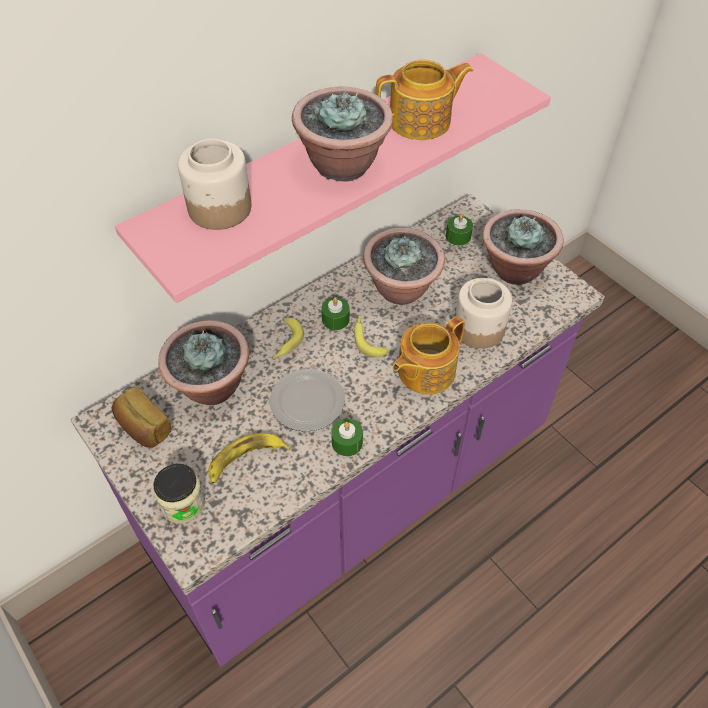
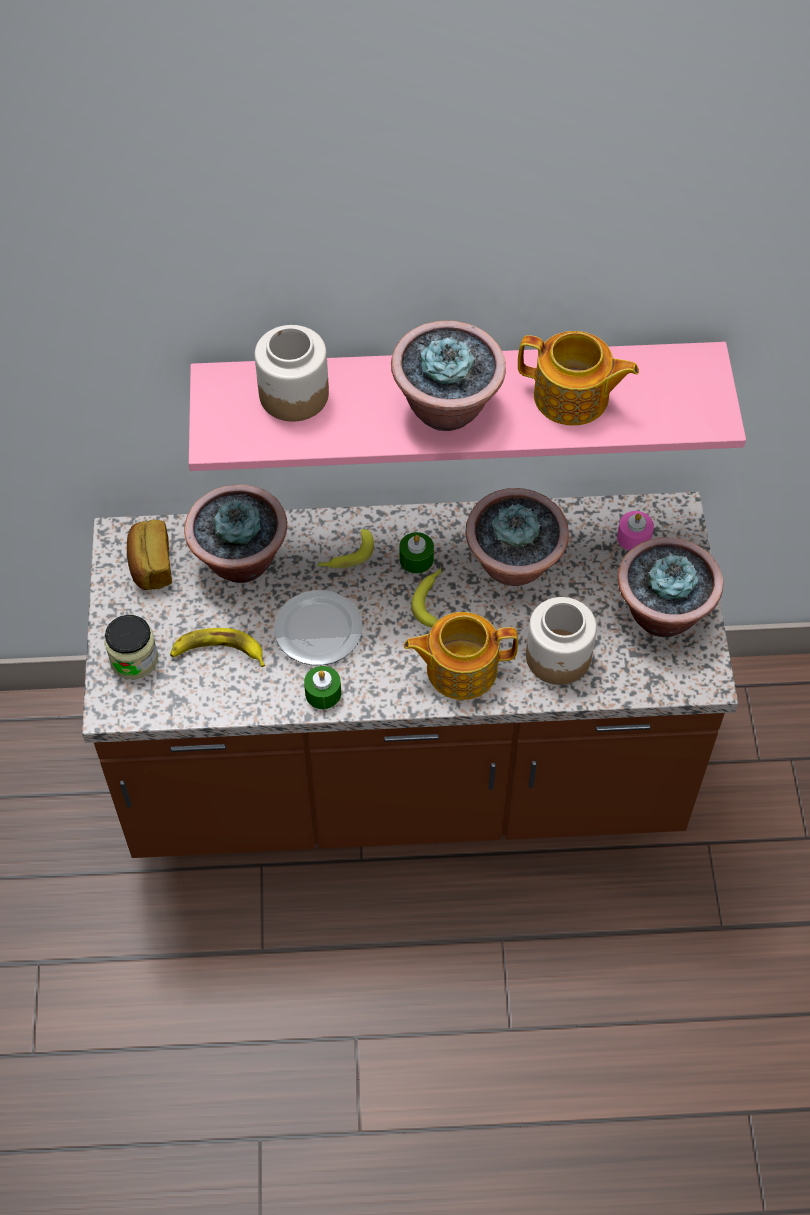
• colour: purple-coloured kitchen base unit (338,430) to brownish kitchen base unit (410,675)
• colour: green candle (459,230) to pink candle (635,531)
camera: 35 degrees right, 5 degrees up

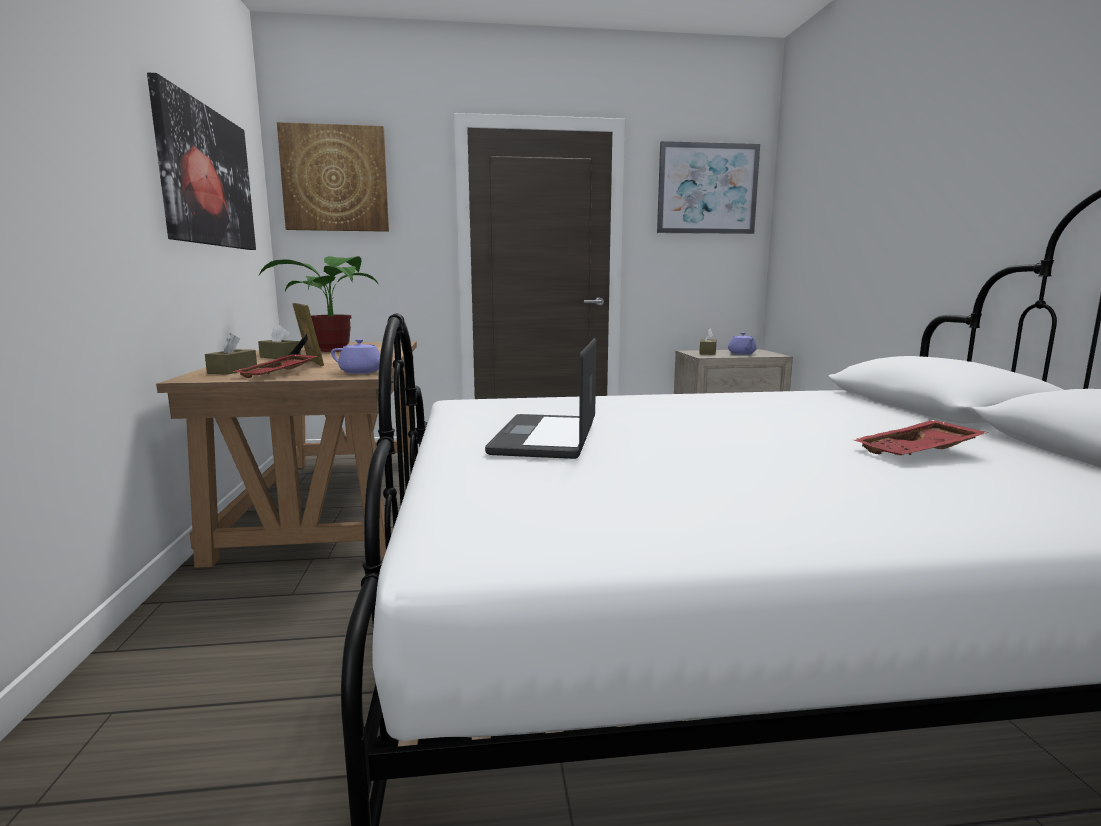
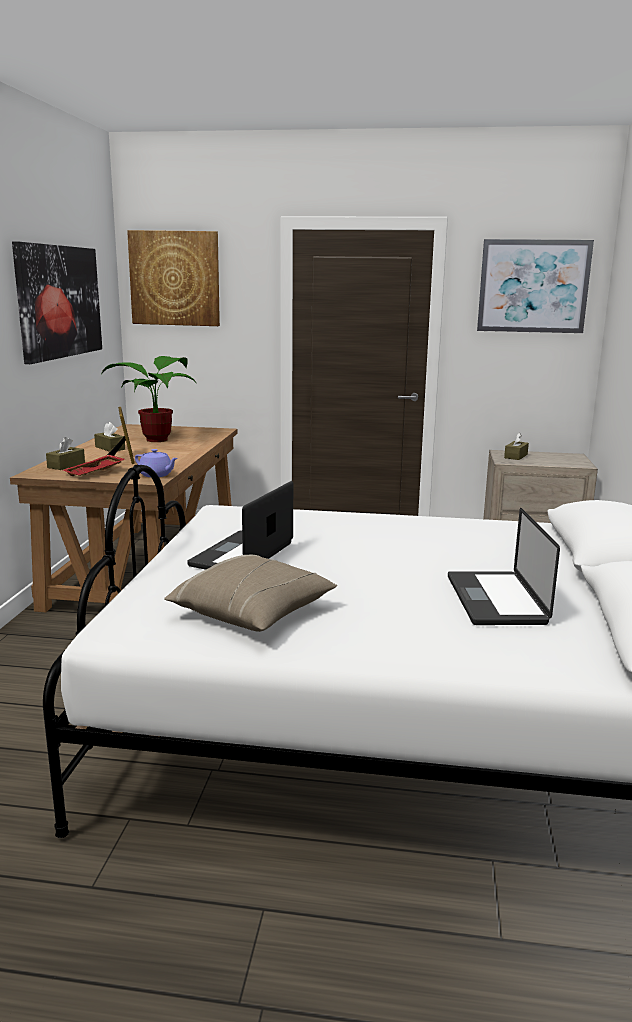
• missing: purple-coloured teapot (742,343)
• exchanged: reddish carrying tray (921,438) to laptop (504,566)
• appeared: sand-coloured pillow (250,593)
camera: 15 degrees right, 5 degrees up

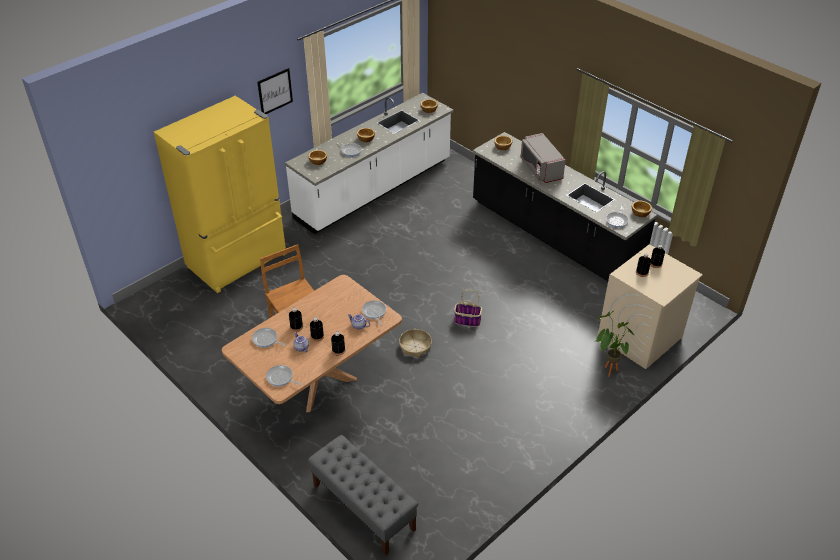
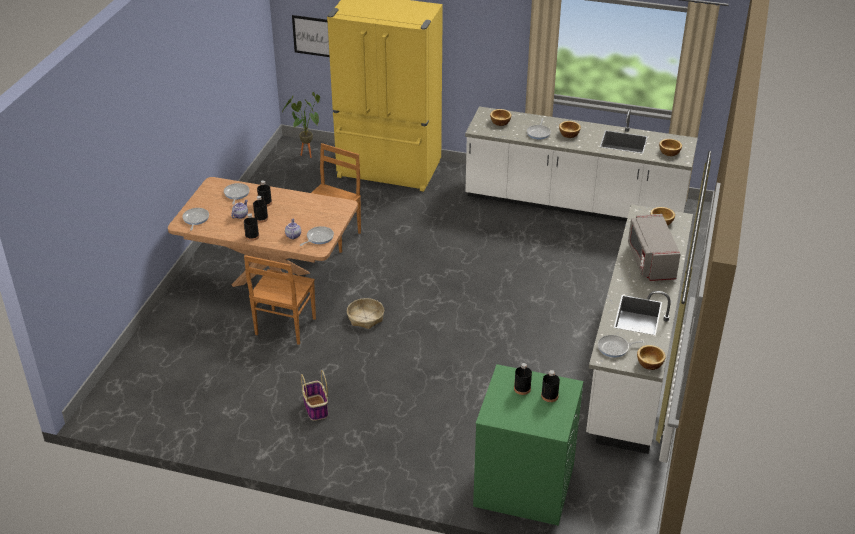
• relocated: picture (275,91) to (311,36)
• colour: blackish kitchen base unit (565,206) to white kitchen base unit (639,329)
• spun: greyish kitchen microwave (543,158) = (654,247) 45 degrees counterclockwise
• colour: sand-coloured laundry appliance (650,306) to green laundry appliance (528,445)
• relocated: storage basket (468,308) to (314,395)
• relocated: plant in a pot (616,344) to (301,125)
• missing: greyish long seat (363,495)
• appeared: brownish chair (280,300)
camera: 60 degrees right, 5 degrees down

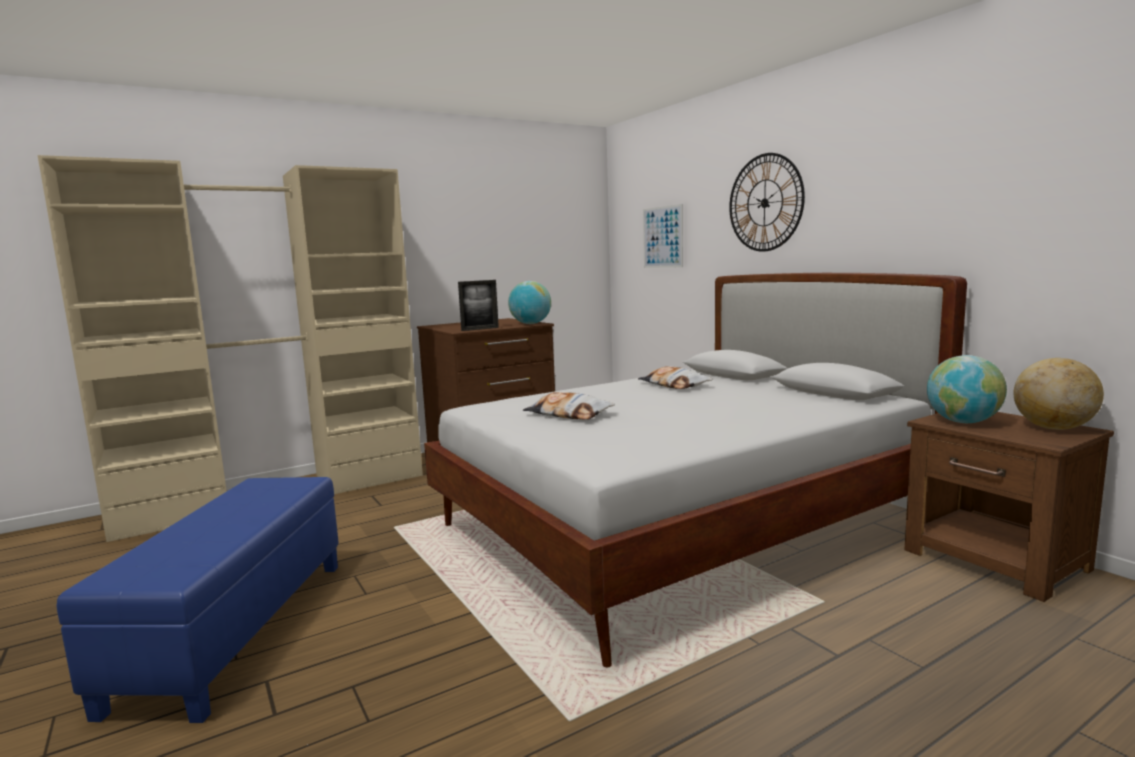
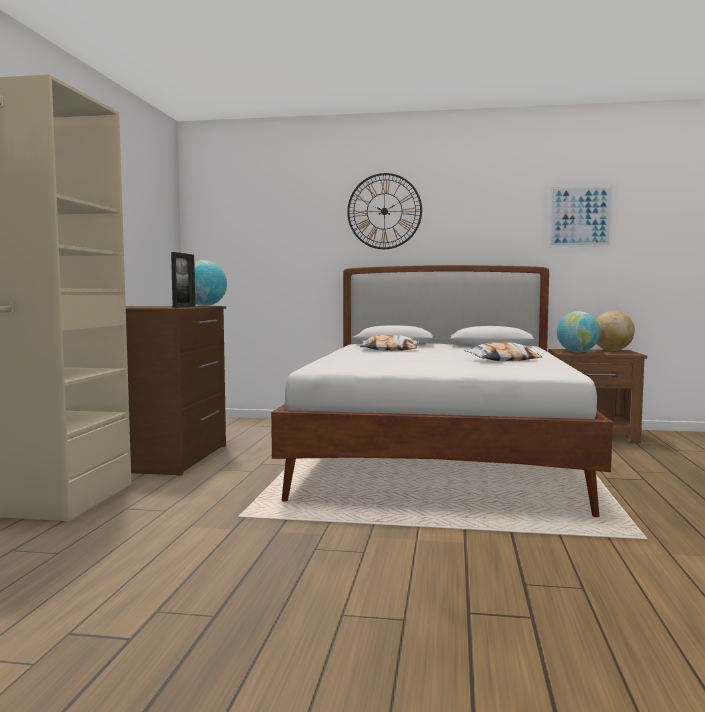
• relocated: picture (663,236) to (581,216)
• relocated: pillow (569,405) to (503,351)
• missing: blue ottoman (197,600)
camera: 50 degrees left, 5 degrees down

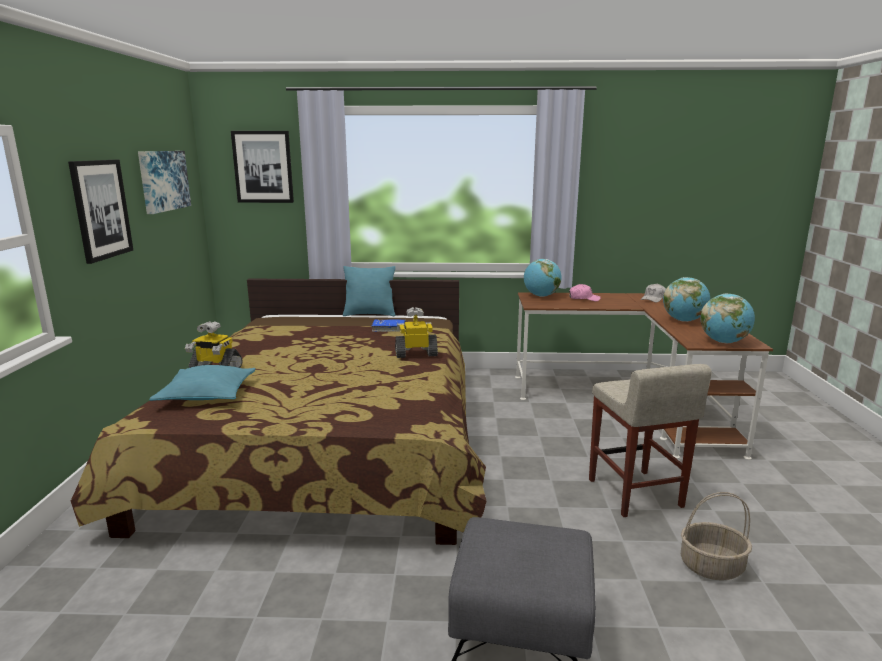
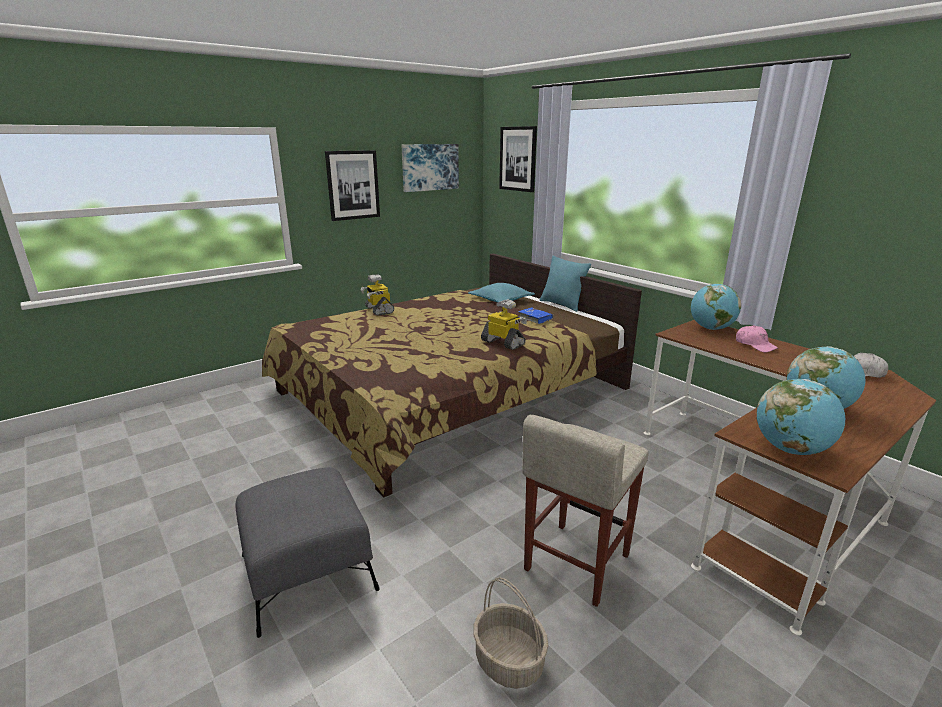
• relocated: turquoise pillow (202,383) to (501,292)
camera: 50 degrees right, 5 degrees up

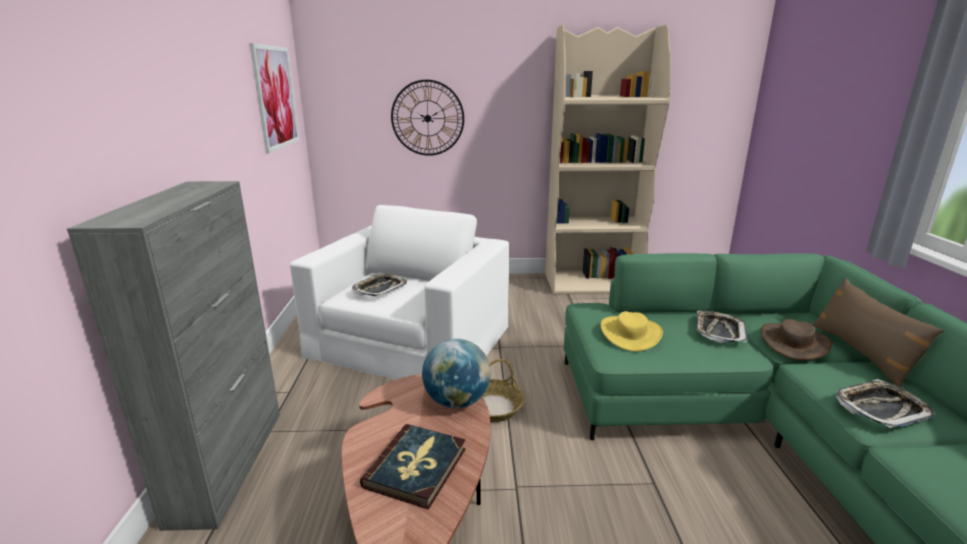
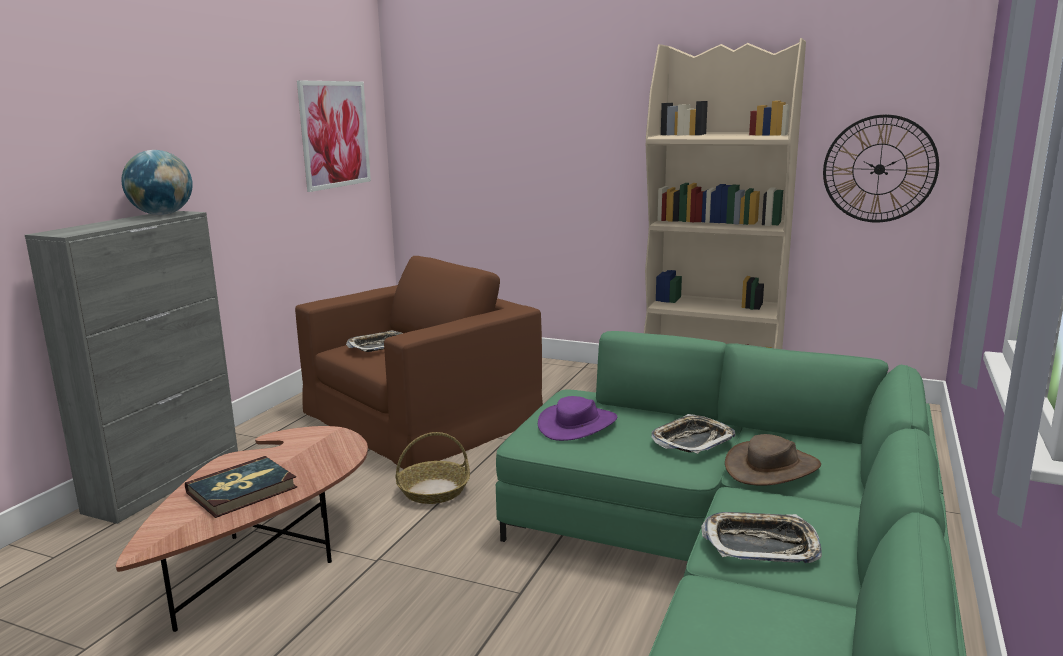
• relocated: wall clock (427,118) to (881,168)
• colour: white lounge chair (399,292) to brownish lounge chair (419,362)
• missing: brownish pillow (878,333)
• colour: yellow clothing hat (631,331) to purple-coloured clothing hat (578,418)
• relocated: world globe (456,373) to (157,182)
camera: 25 degrees right, 5 degrees down

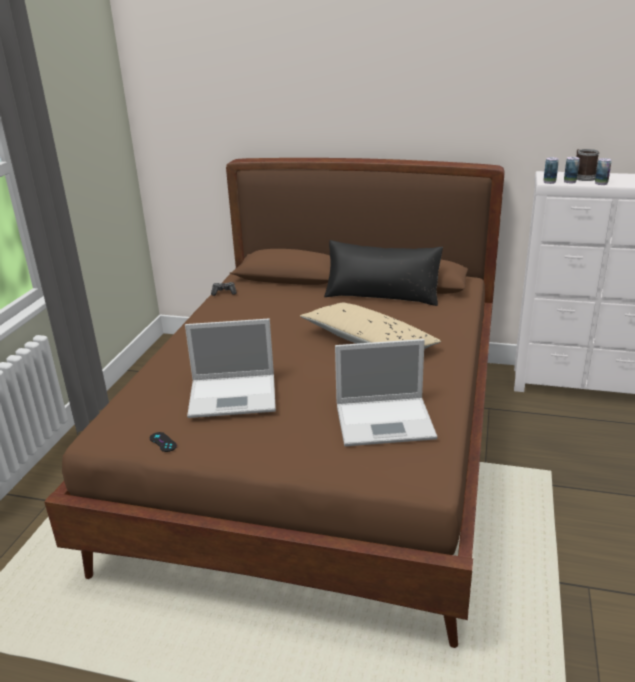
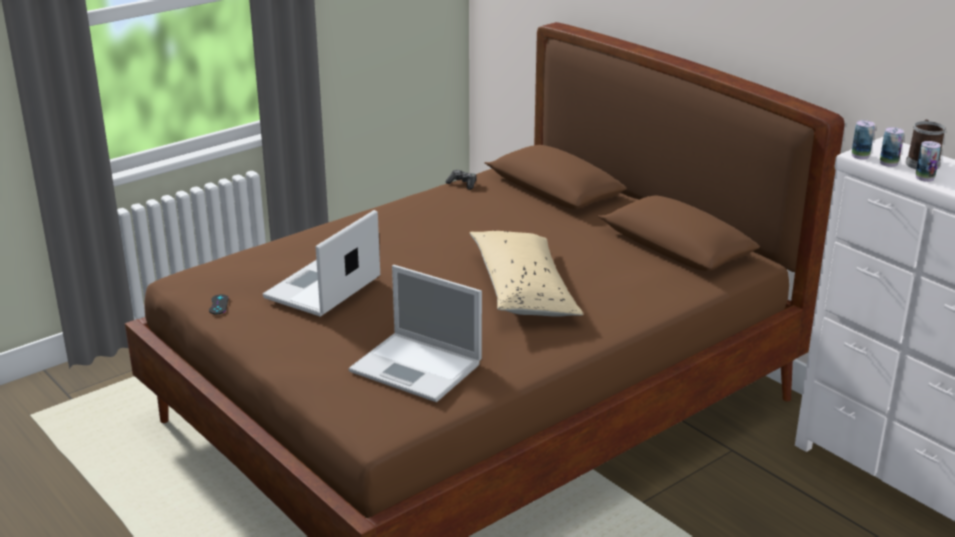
• missing: blackish pillow (383,273)
• spun: laptop (230,368) = (321,263) 90 degrees clockwise
camera: 35 degrees right, 0 degrees up

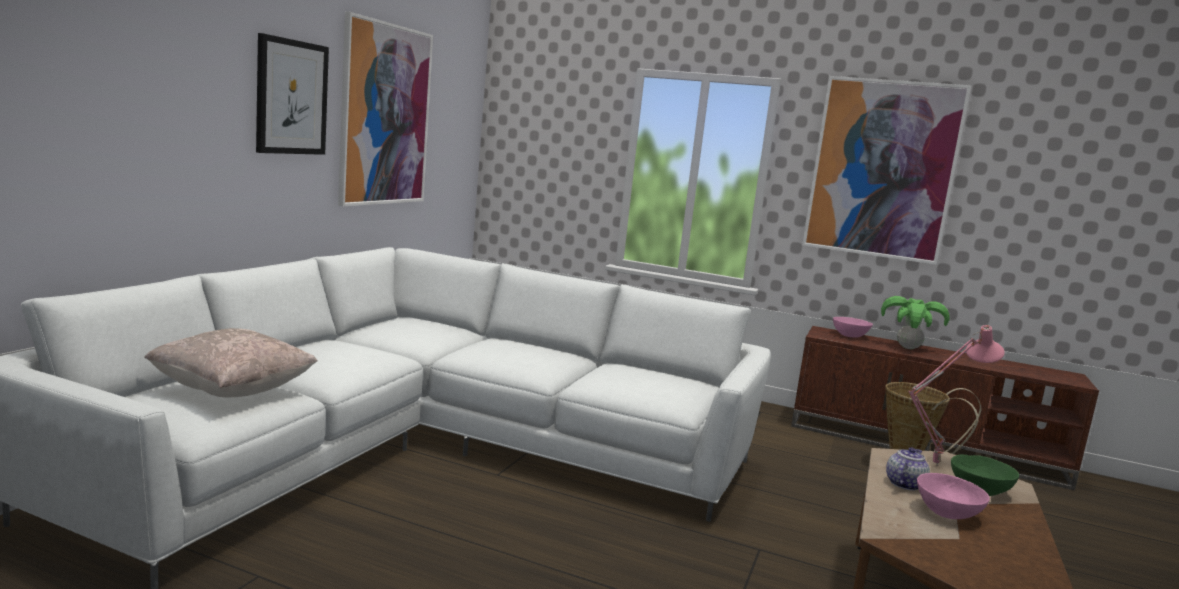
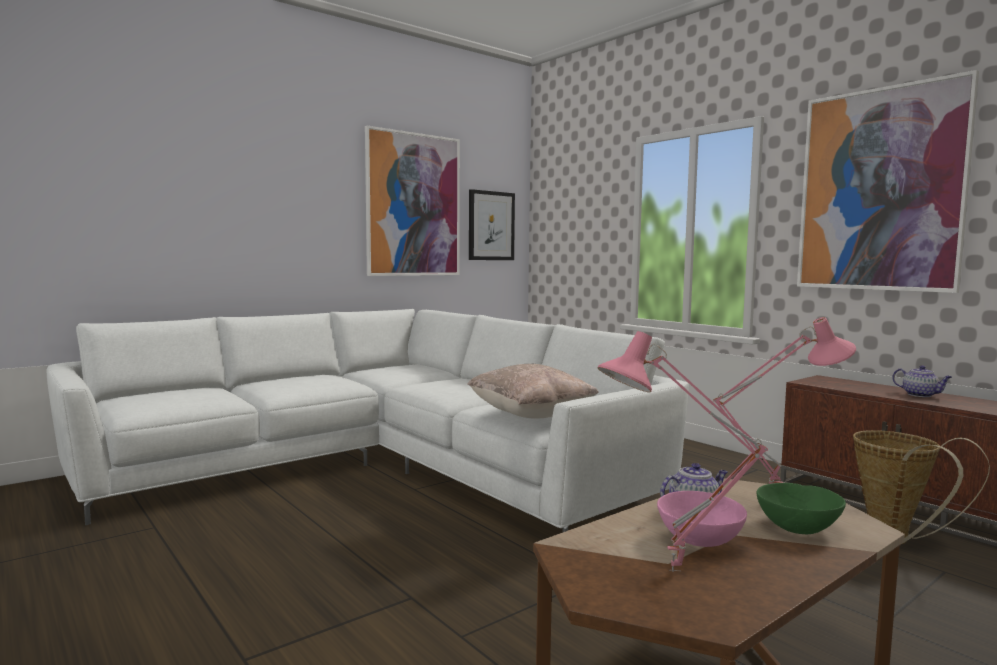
• relocated: picture (292,94) to (492,224)
• exchanged: plant in a pot (915,322) to teapot (922,381)
• missing: pink serving bowl (853,327)
• relocated: sand-coloured pillow (231,362) to (533,391)
• appeared: pink tabletop lamp (682,451)
camera: 30 degrees right, 5 degrees down

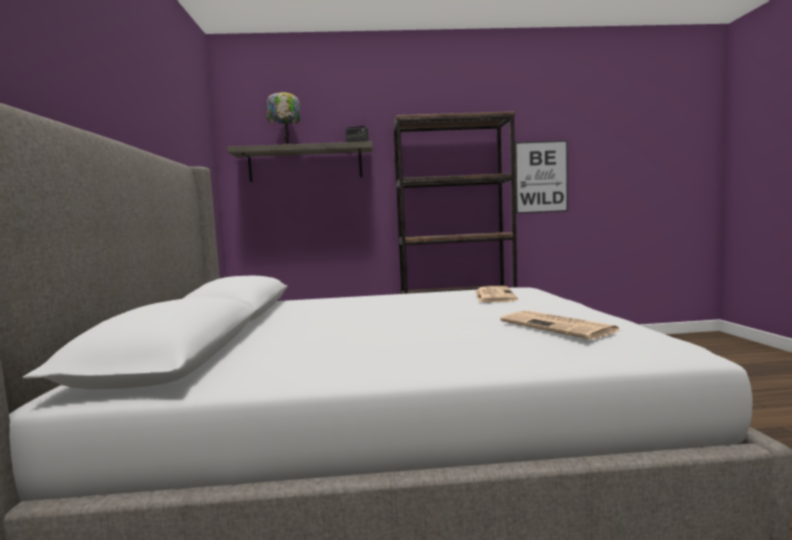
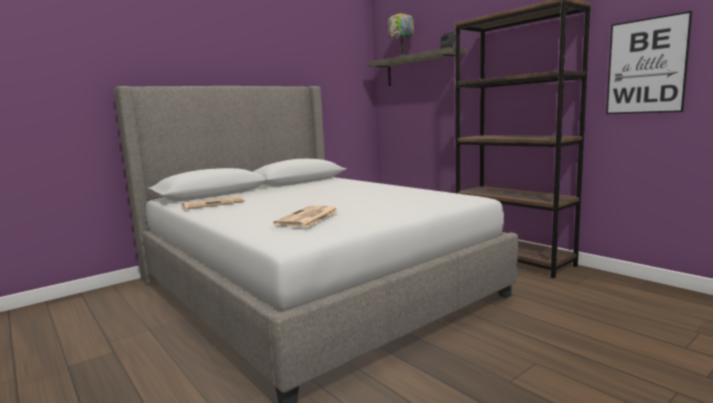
• relocated: printed paper (496,294) to (213,203)
camera: 55 degrees right, 5 degrees up

